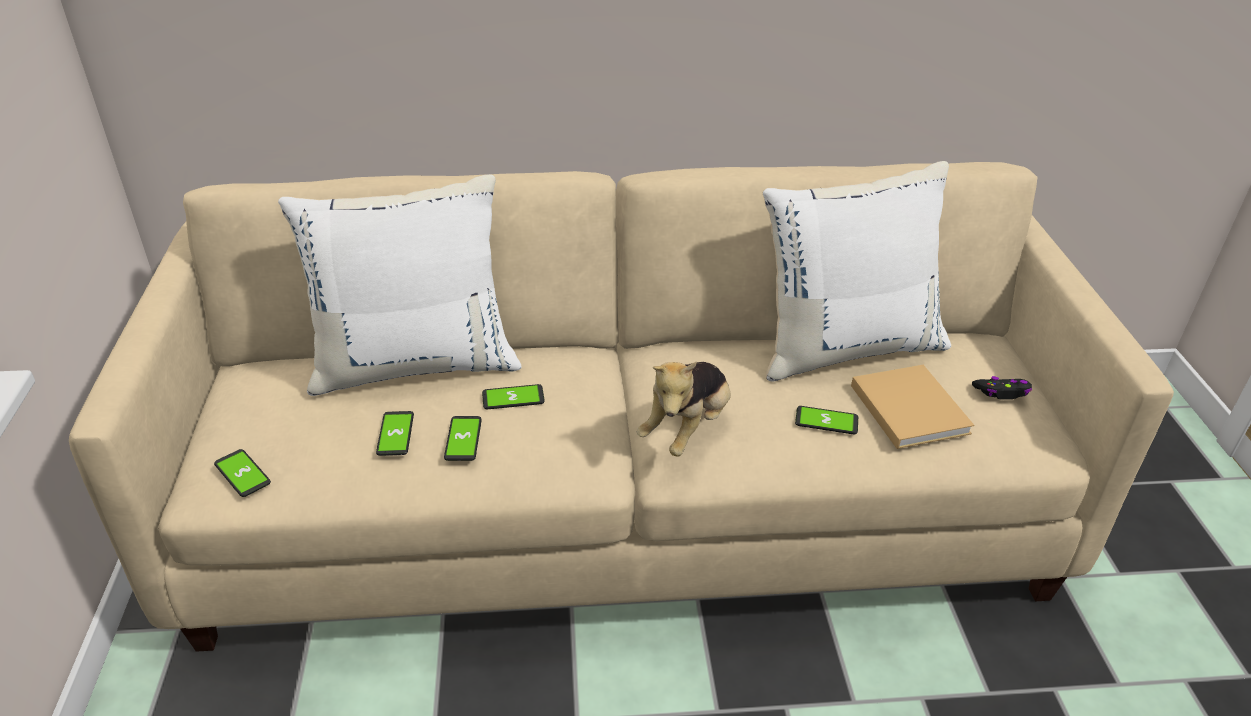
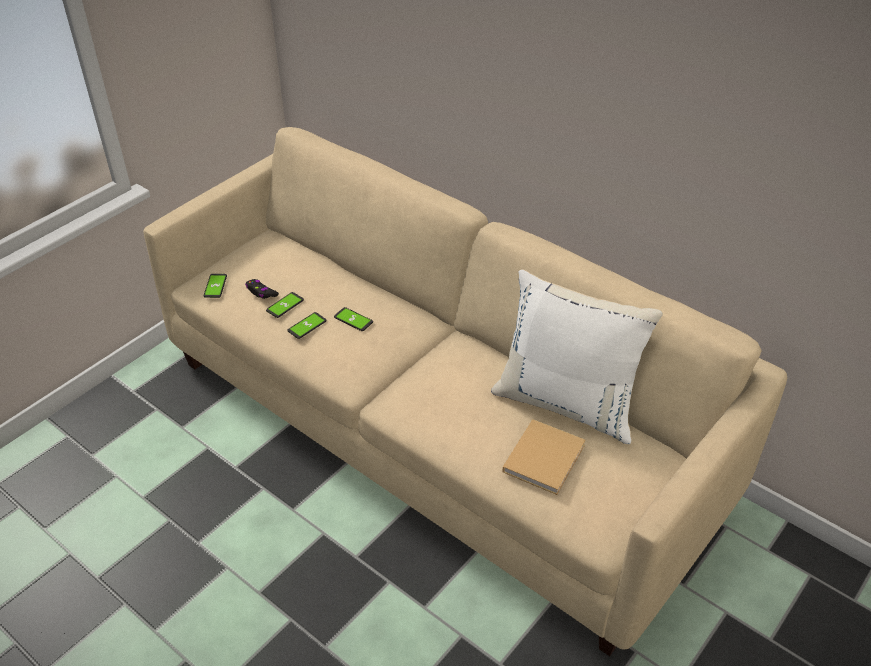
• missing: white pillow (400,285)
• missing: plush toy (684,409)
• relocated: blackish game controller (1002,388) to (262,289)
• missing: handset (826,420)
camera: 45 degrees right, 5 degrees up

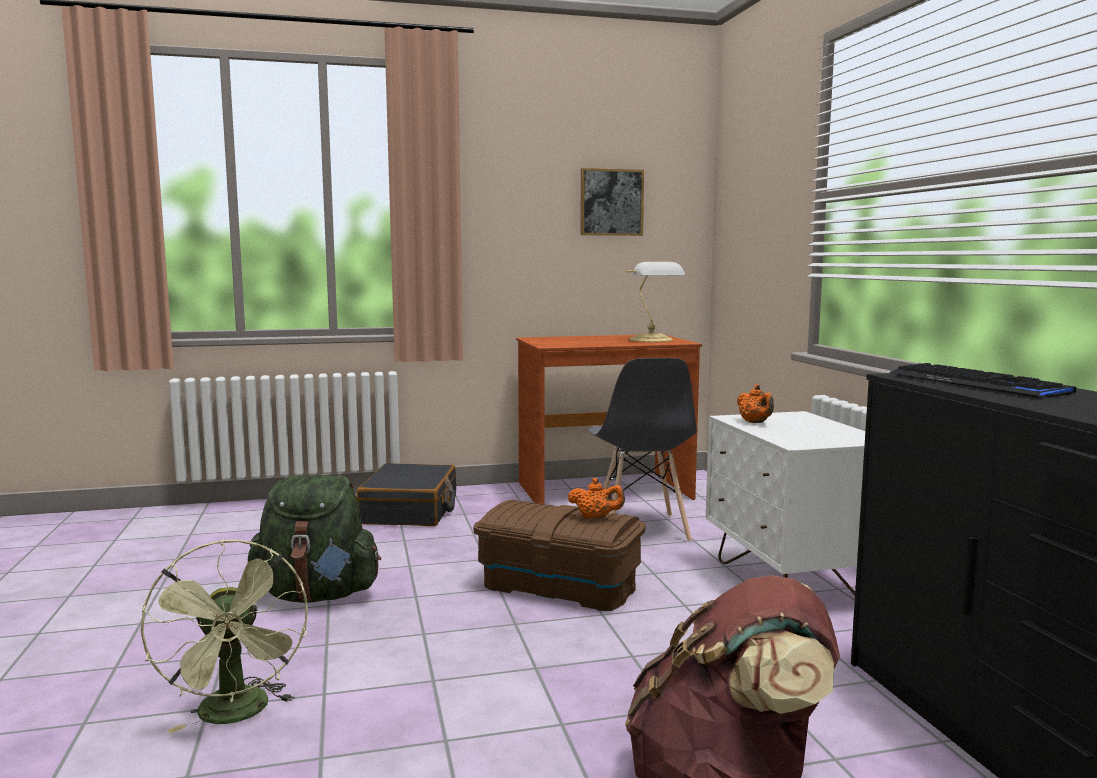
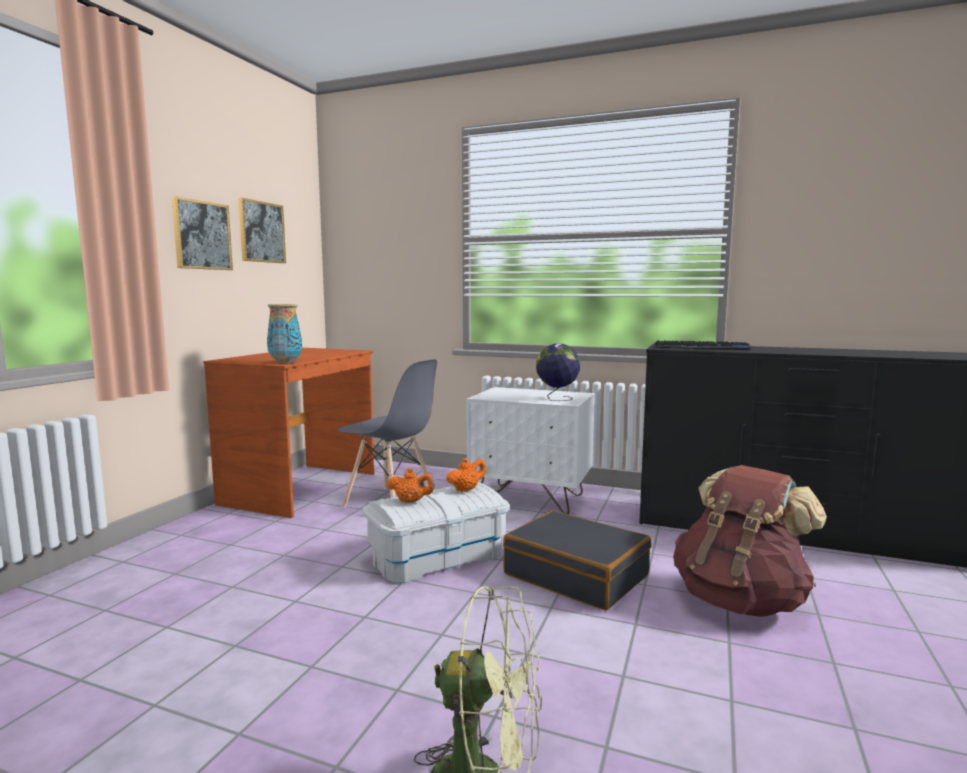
• missing: tabletop lamp (655,302)
• relocated: orange-coloured teapot (755,403) to (411,485)
• relocated: blackish piece of luggage (406,494) to (577,560)
• missing: green backpack (314,539)
• colour: brownish storage box (559,555) to white storage box (436,532)
• appeared: picture (202,233)
• appeared: vase (284,334)
• appeared: world globe (558,372)
camera: 55 degrees left, 0 degrees up

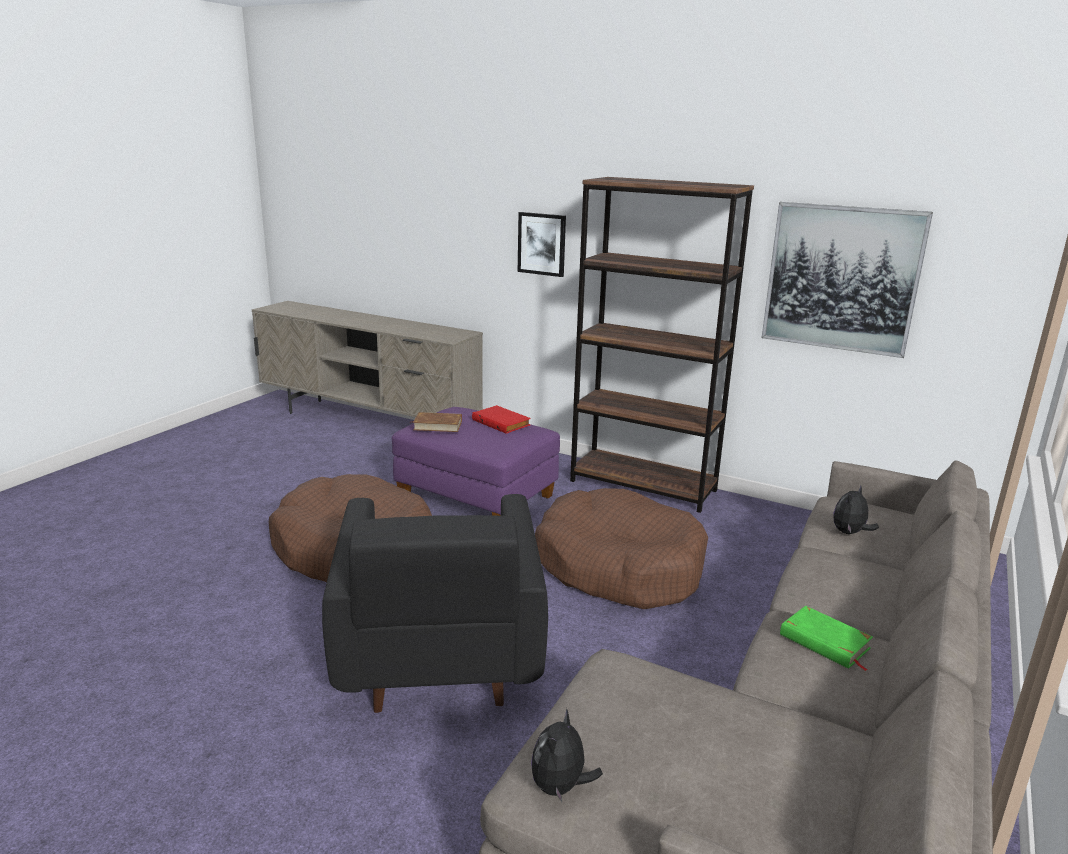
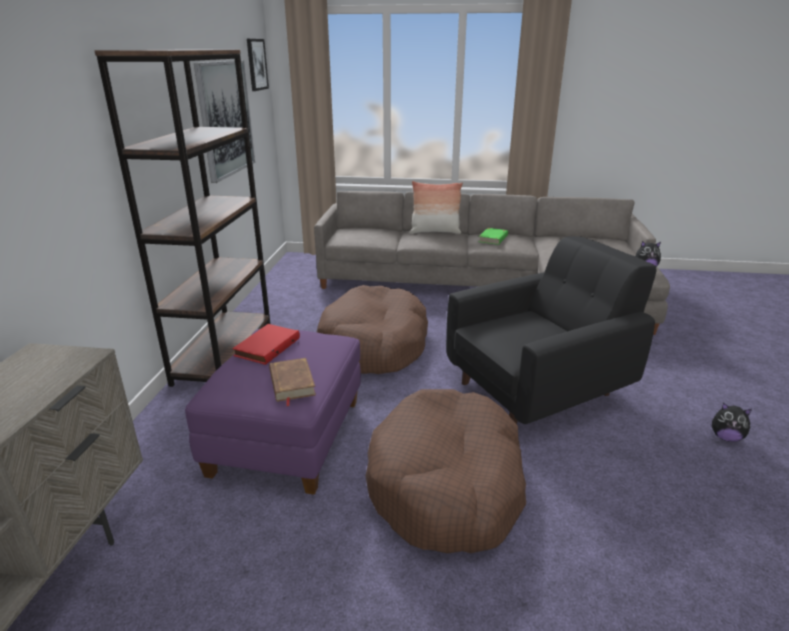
• relocated: picture (542,244) to (258,65)
• relocated: plush toy (856,510) to (732,422)
• appeared: pillow (436,207)
camera: 110 degrees left, 5 degrees up

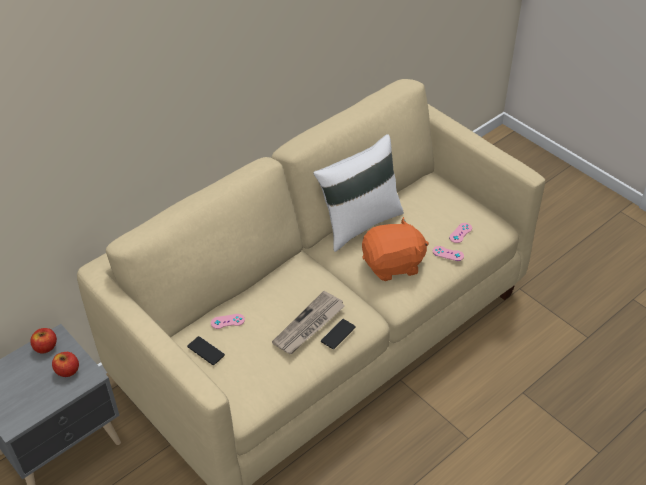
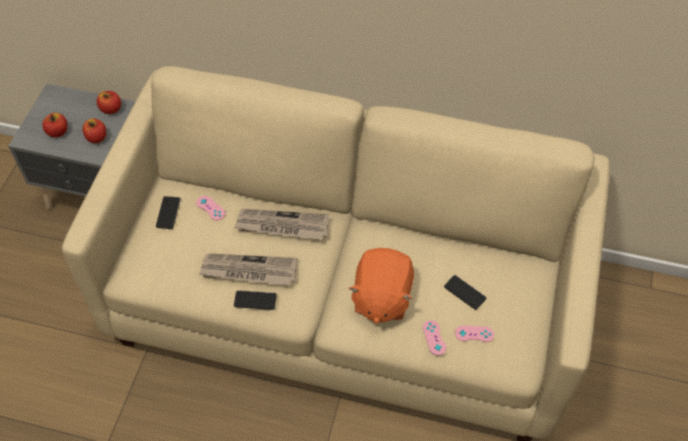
• missing: white pillow (358,193)
• spun: orange-coloured plush toy (395,249) = (381,286) 60 degrees clockwise
• appeared: apple fruit (55,125)
• appeared: printed paper (282,224)
• appeared: handset (465,292)
camera: 55 degrees right, 10 degrees up

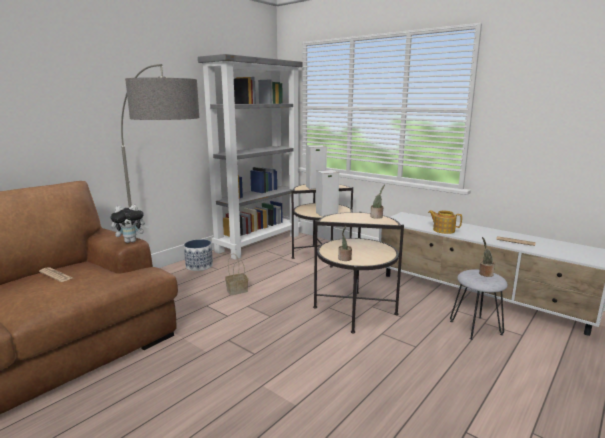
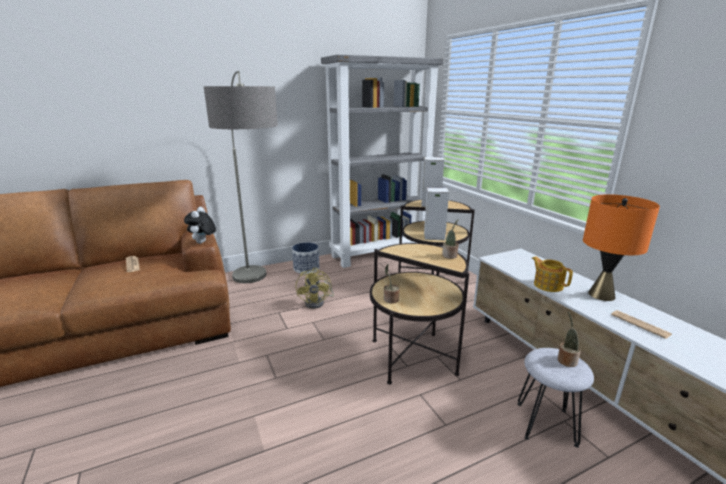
• spun: plush toy (130,224) = (200,225) 90 degrees clockwise
• exchanged: storage basket (236,274) to yellow cooling fan (315,288)
• appeared: orange-coloured tabletop lamp (621,247)
camera: 25 degrees right, 5 degrees up

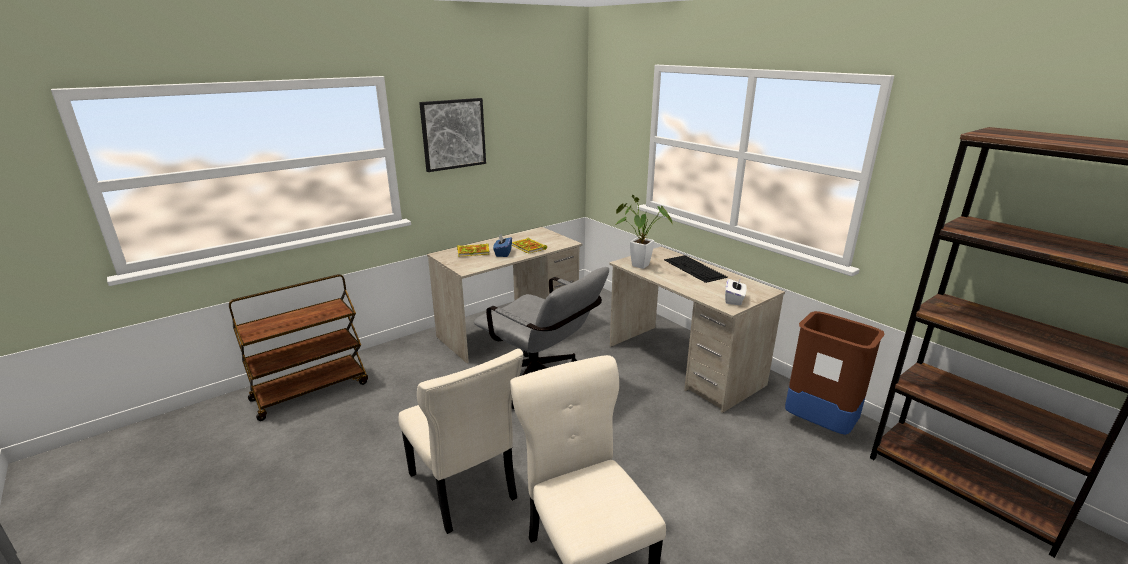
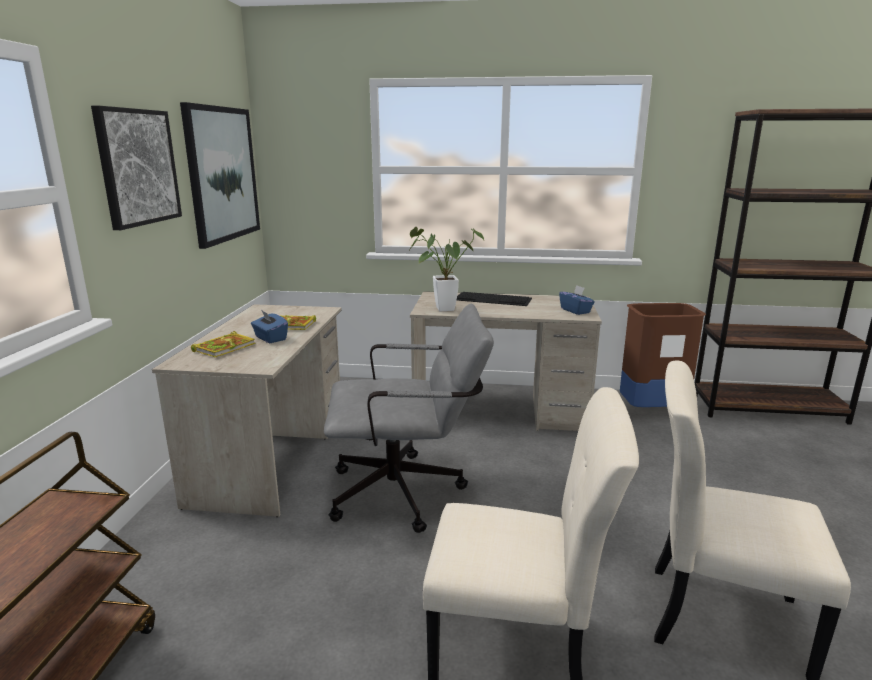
• colour: white box of tissues (736,291) to blue box of tissues (577,300)
• appeared: picture (220,175)
camera: 45 degrees left, 5 degrees down

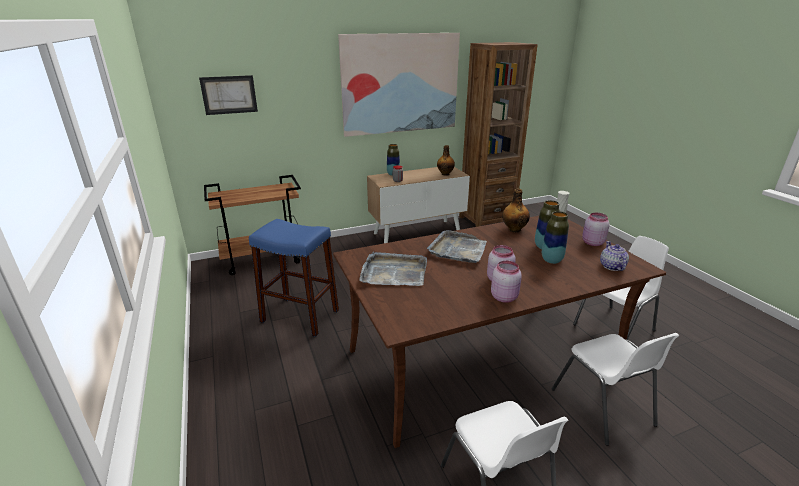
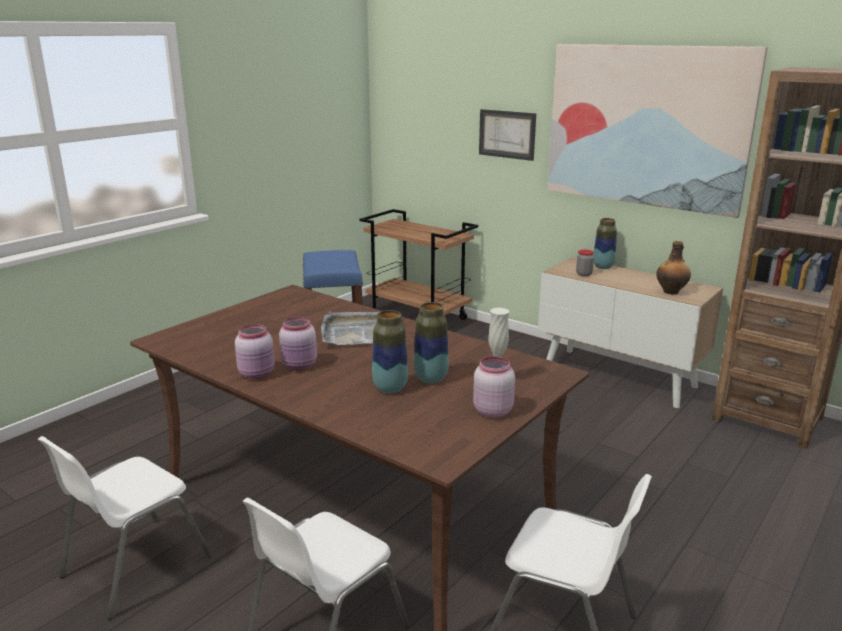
• relocated: picture (228,95) to (507,135)
• missing: beverage bottle (516,210)
• missing: teapot (614,256)
• missing: greyish carrying tray (393,268)
camera: 60 degrees right, 5 degrees down

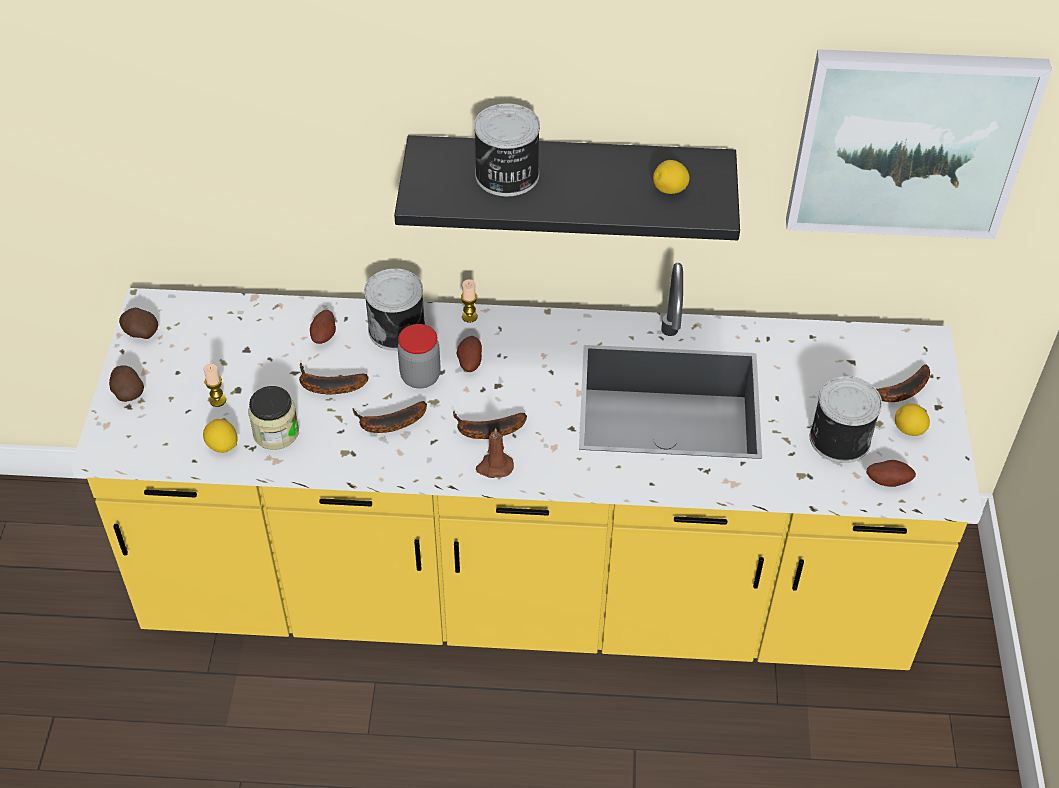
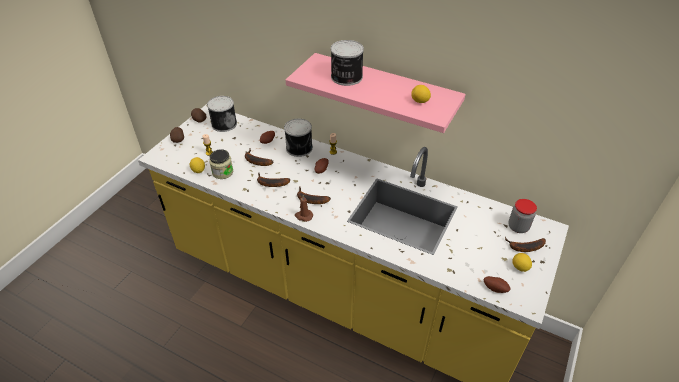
• missing: picture (919,144)
• colour: blackish shelf (567,187) to pink shelf (376,93)
• relocated: preserve jar (419,356) to (522,216)
• relocated: metal can (846,419) to (222,114)
camera: 25 degrees right, 5 degrees down

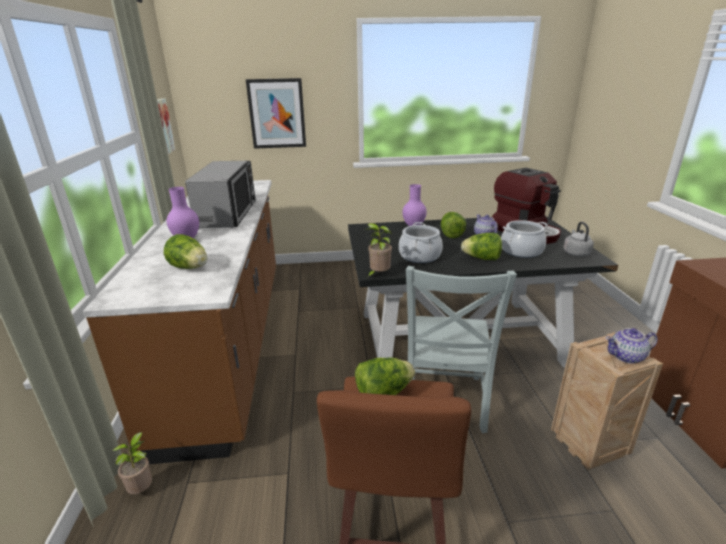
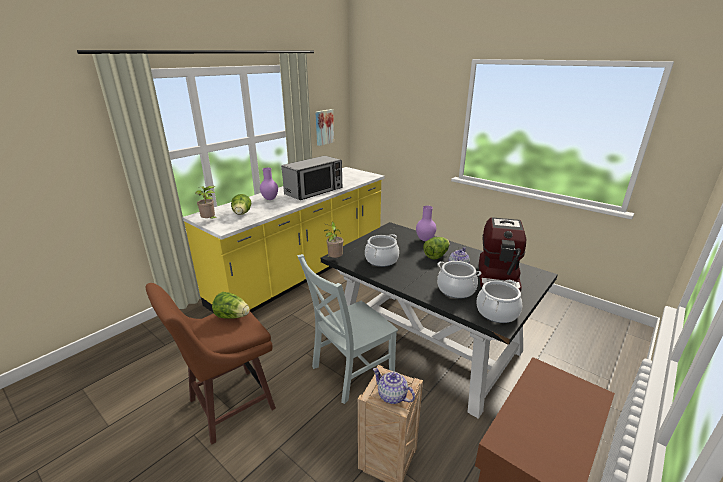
• missing: picture (276,113)
• colour: brownish kitchen base unit (179,322) to yellow kitchen base unit (283,240)
• exchanged: greyish tea kettle (578,239) to stockpot (499,301)
• missing: lettuce (481,246)
• relocated: plant in a pot (132,463) to (206,202)
camera: 45 degrees right, 0 degrees up

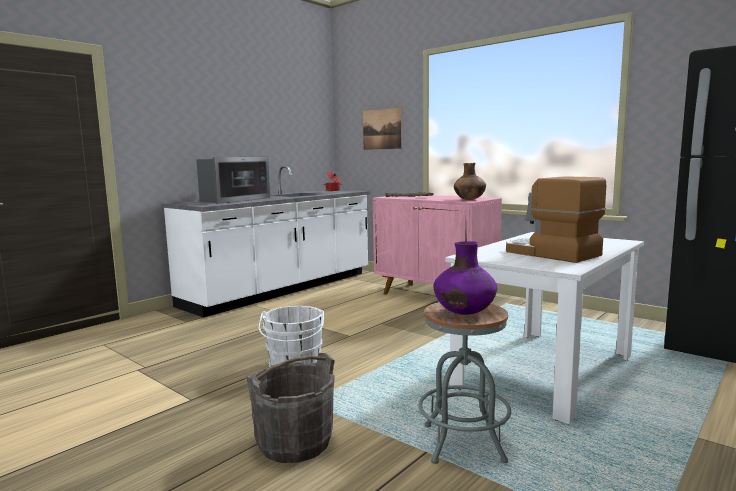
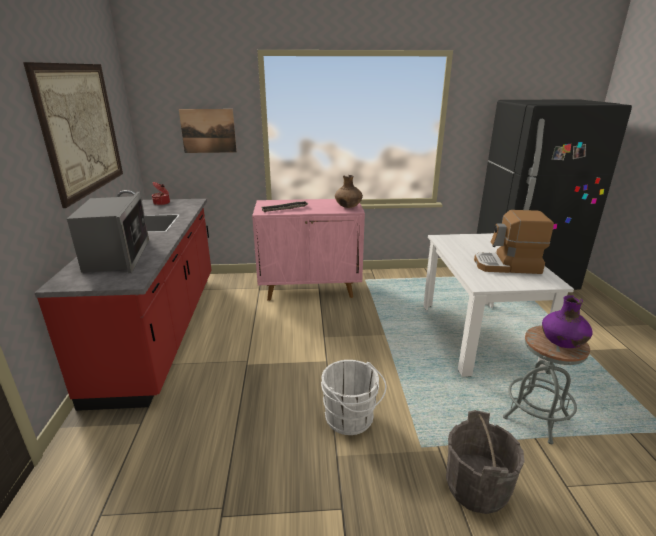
• colour: white kitchen base unit (266,241) to reddish kitchen base unit (122,300)
• appeared: picture (73,135)
camera: 45 degrees left, 15 degrees up

